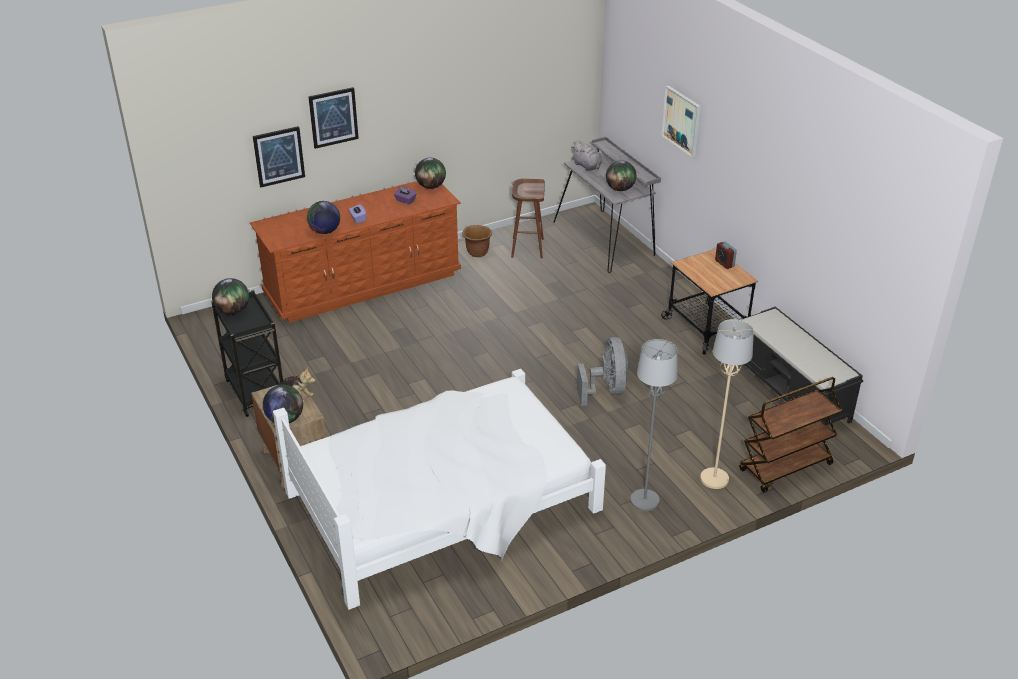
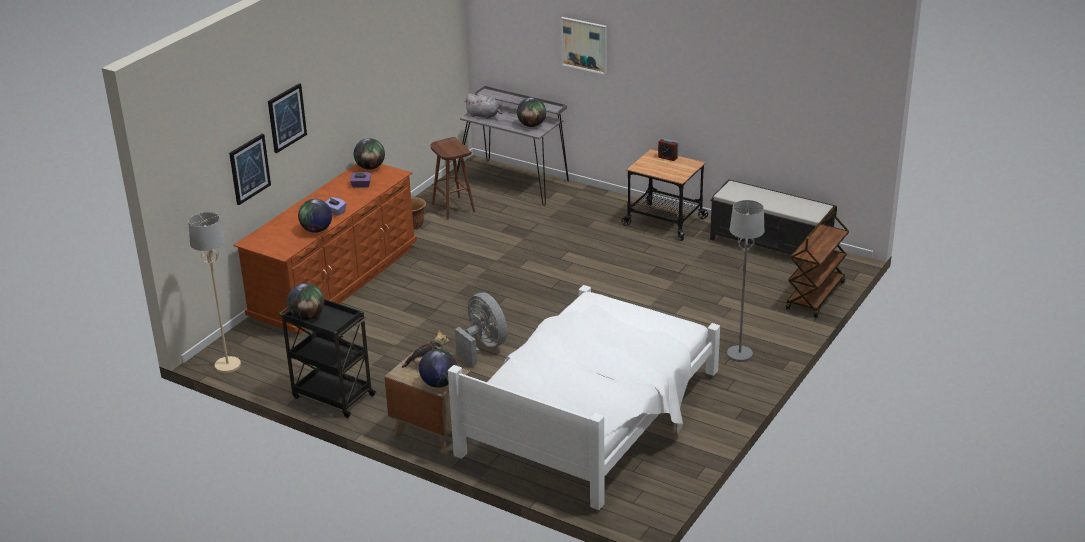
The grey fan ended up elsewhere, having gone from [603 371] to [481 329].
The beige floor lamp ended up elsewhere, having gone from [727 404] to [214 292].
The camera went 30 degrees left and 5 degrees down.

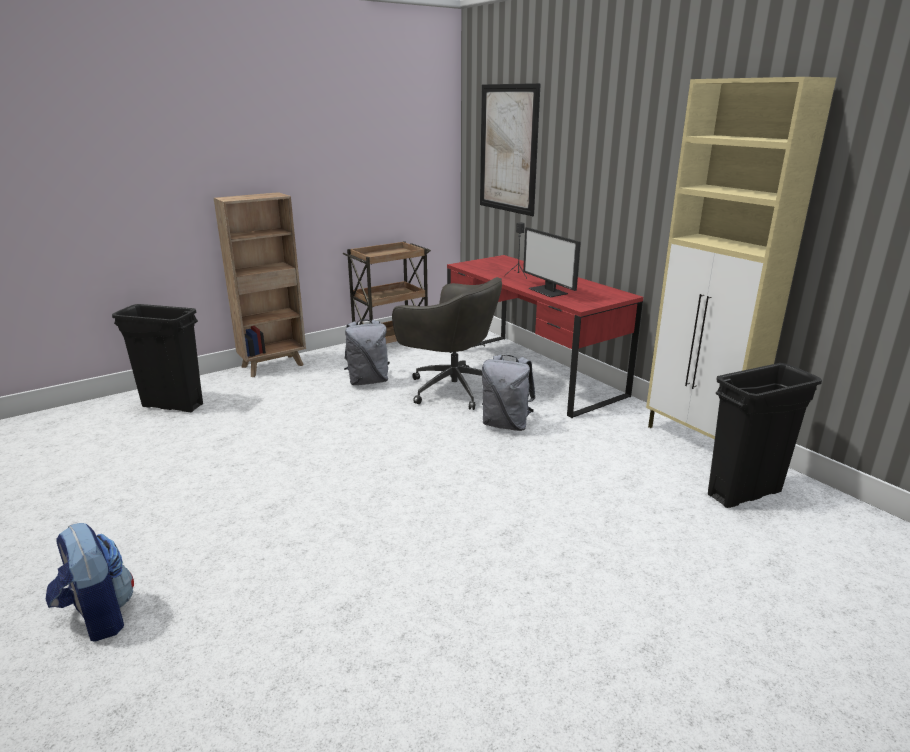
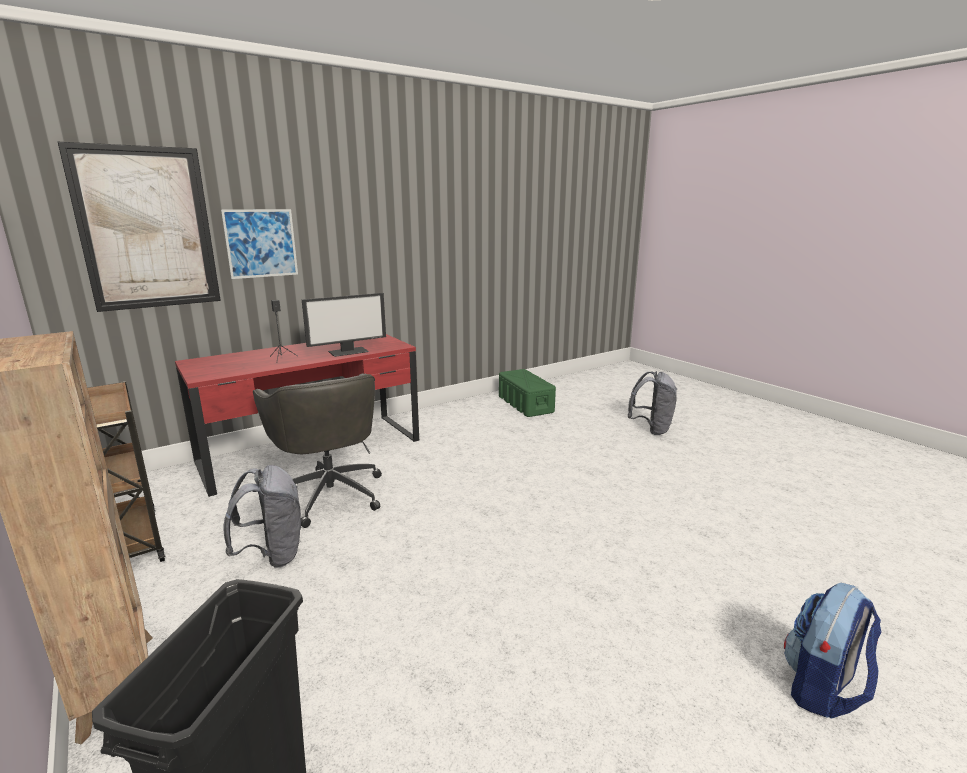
The grey office chair at [447 343] ended up facing another way, 120 degrees clockwise from before.
The grey backpack ended up elsewhere, having gone from [508 393] to [652 403].
The second view lost the beige cabinet at [741 258].
Where the black trash can stood at [765 435], the green storage box came to stand at [527 393].
The second view gained the picture at [259 244].
The camera went 90 degrees left and 5 degrees down.

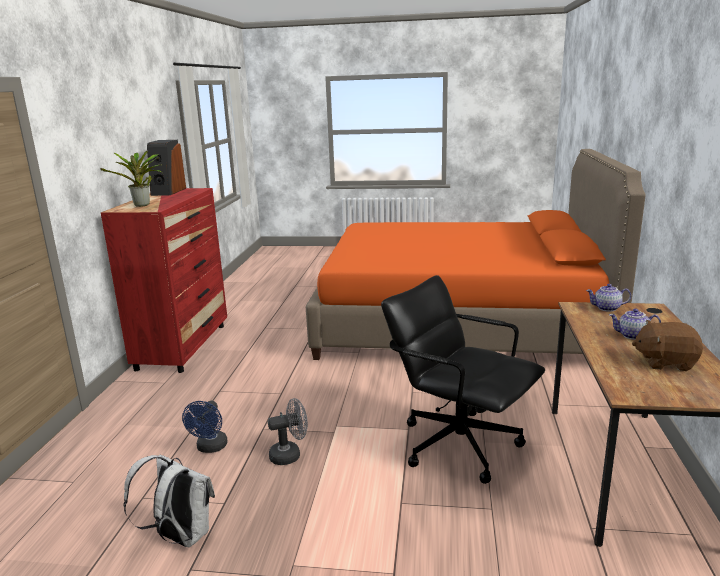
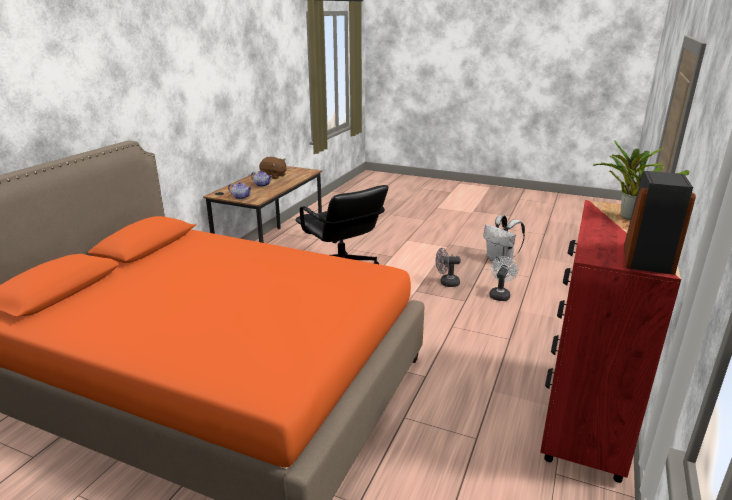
What was the blue fan at [205 427] turned into the white fan at [503 278].
The camera went 165 degrees left and 5 degrees up.

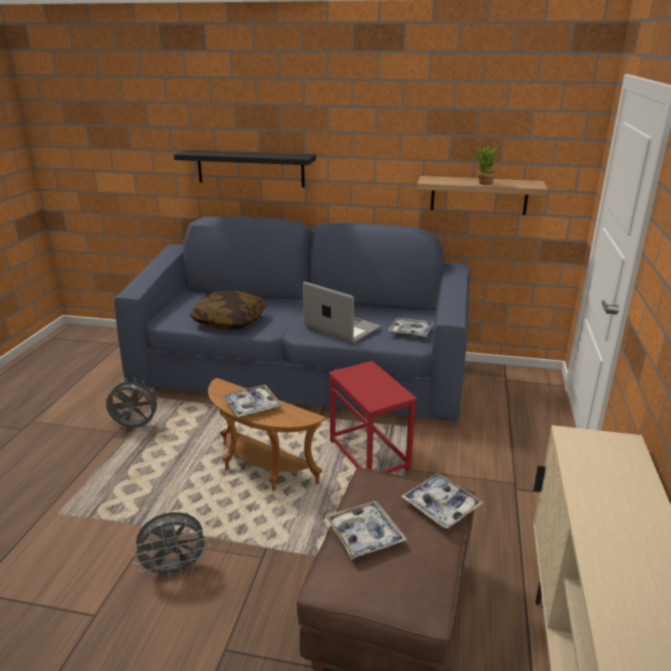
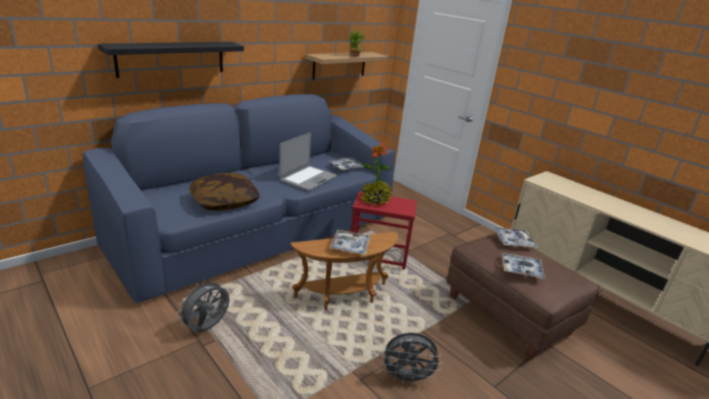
The grey fan at [170 545] ended up facing another way, 75 degrees clockwise from before.
The laptop at [341 312] ended up facing another way, 135 degrees clockwise from before.
The second view gained the potted plant at [376 173].
The camera went 55 degrees left and 0 degrees up.

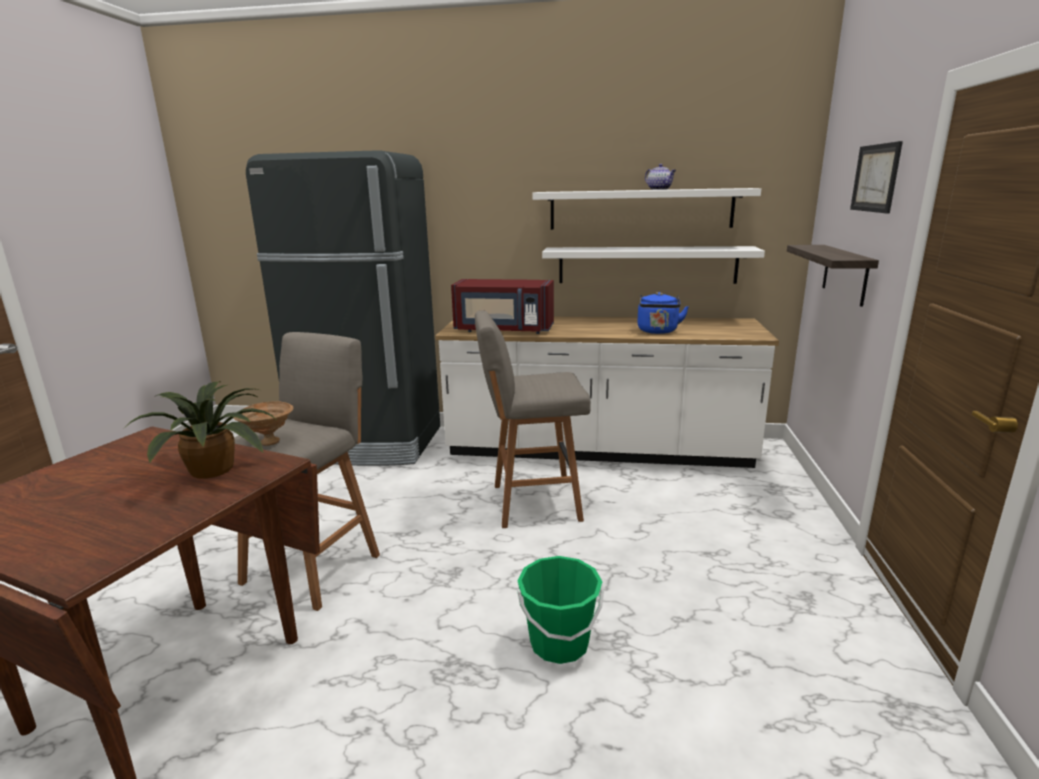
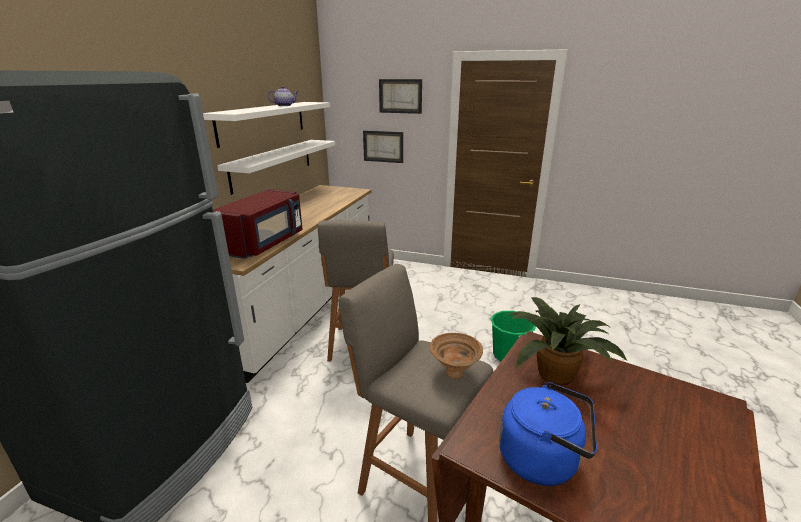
The blue kettle ended up elsewhere, having gone from [663 313] to [548 434].
Where the shelf hung at [833 276], the picture came to hang at [383 147].
The camera went 80 degrees left and 5 degrees up.

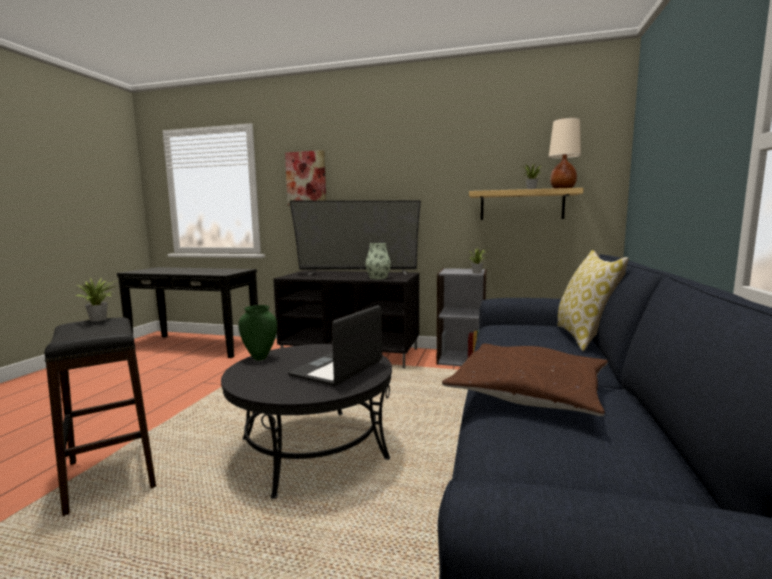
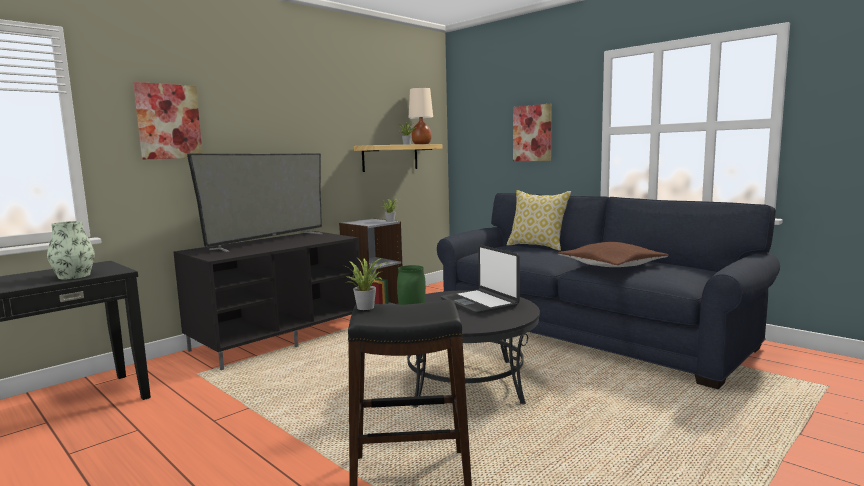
The vase ended up elsewhere, having gone from [378 261] to [71 250].
The second view gained the picture at [532 132].
The camera went 60 degrees left and 0 degrees up.

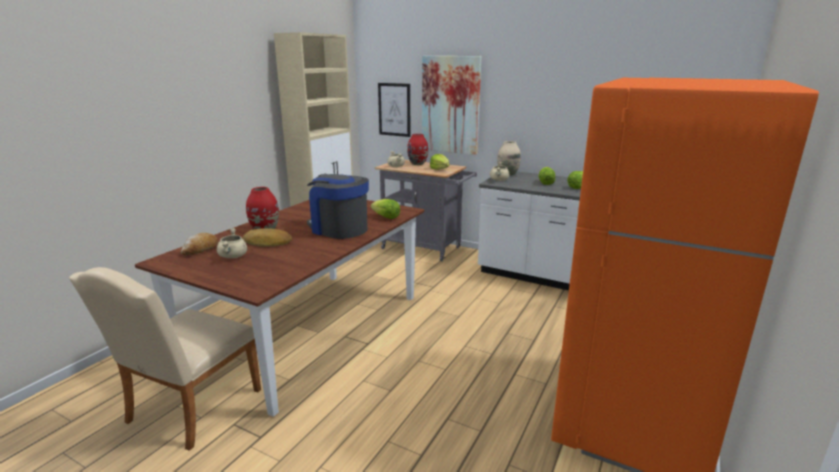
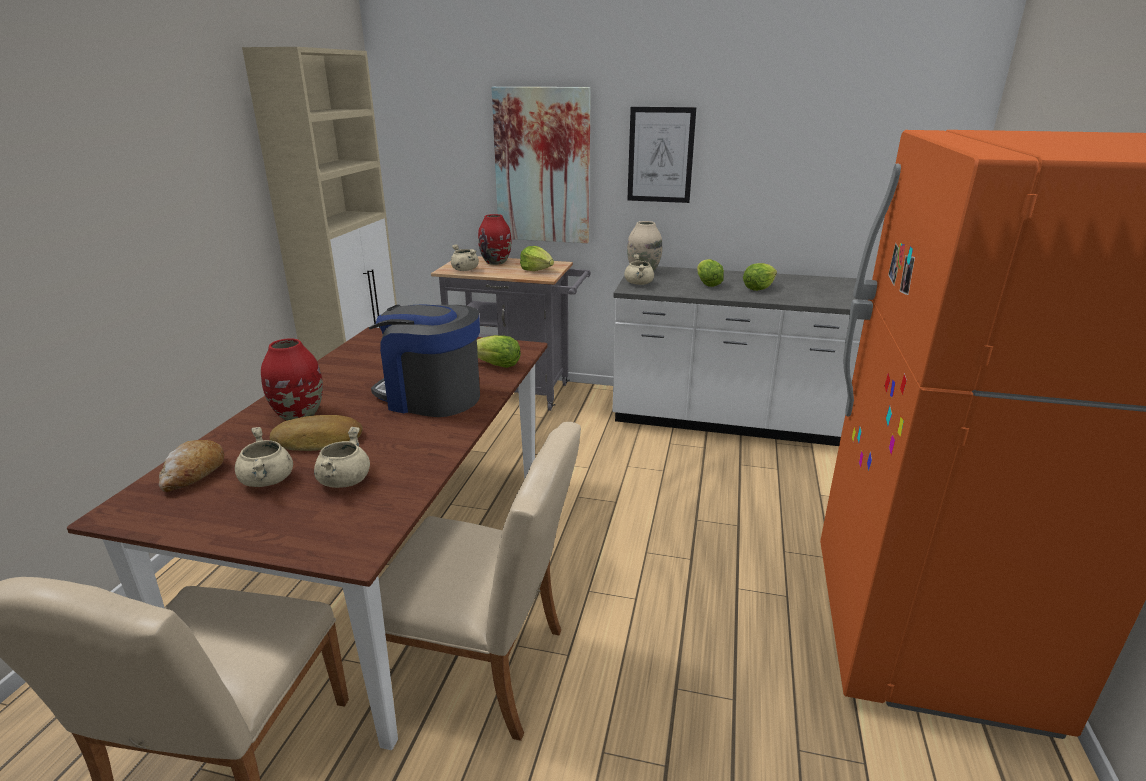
The picture ended up elsewhere, having gone from [394 110] to [661 155].
The second view gained the beige cooking pot at [342 457].
The second view gained the beige chair at [480 581].
The camera went 15 degrees left and 5 degrees up.

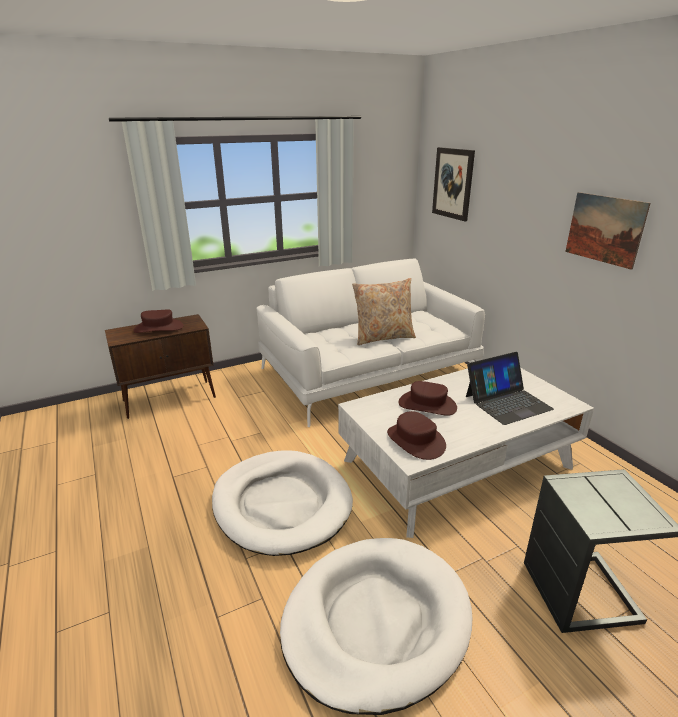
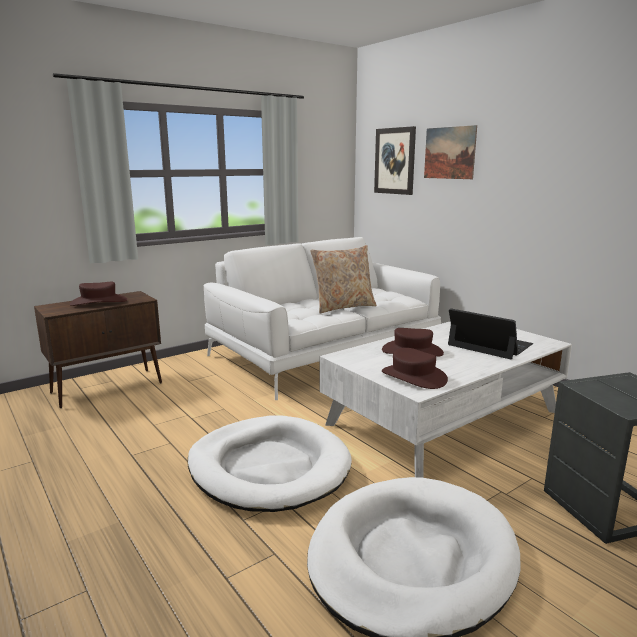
The laptop at [510 388] ended up facing another way, 105 degrees counterclockwise from before.
The picture ended up elsewhere, having gone from [607 231] to [450 152].
The camera went 10 degrees left and 10 degrees down.

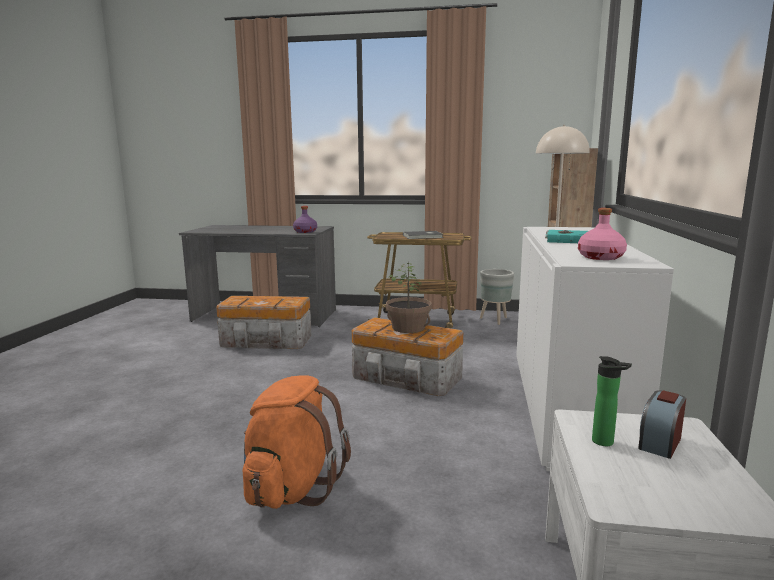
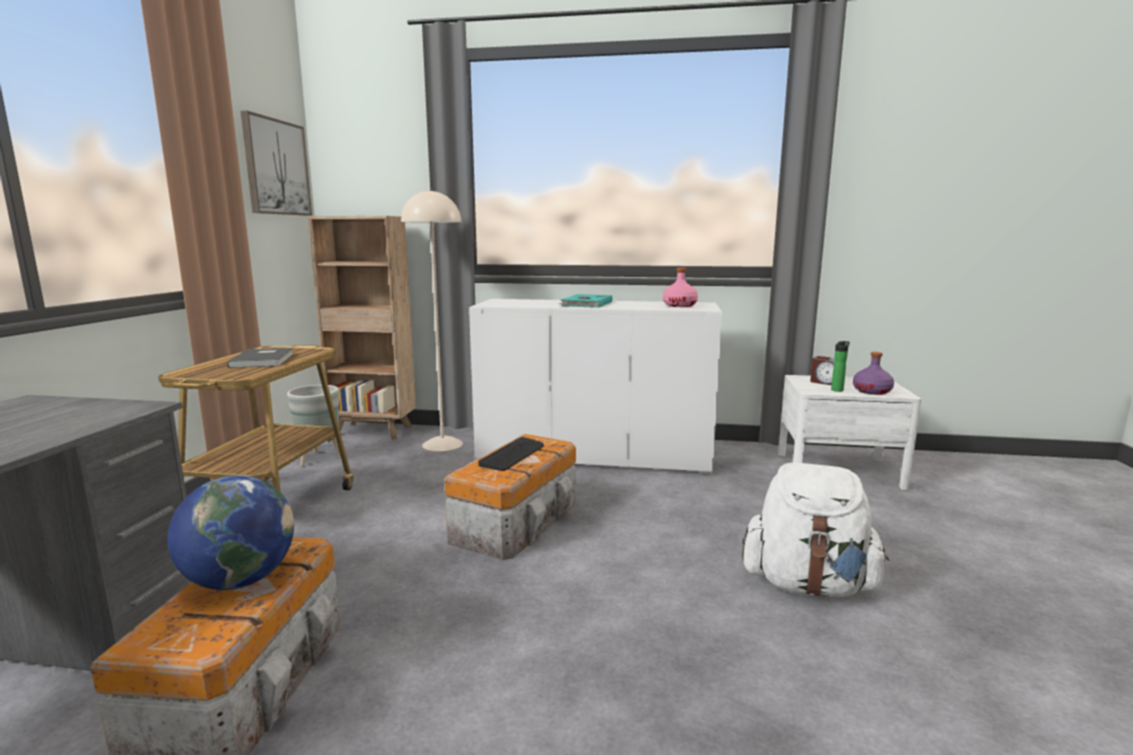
What was the orange backpack at [297 442] turned into the white backpack at [815 530].
The purple bottle ended up elsewhere, having gone from [305 219] to [873 373].
Where the potted plant stood at [409 297], the keyboard came to stand at [511 454].
The second view gained the globe at [230 532].
The second view gained the picture at [276 163].
The camera went 90 degrees left and 0 degrees up.

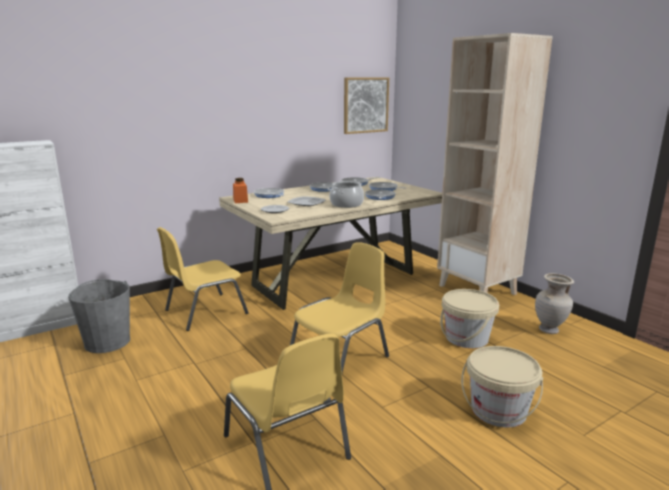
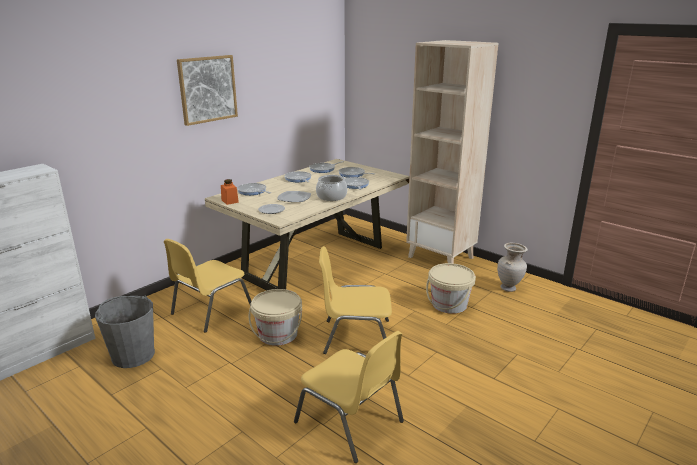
The yellow chair at [339 307] ended up facing another way, 120 degrees counterclockwise from before.
The picture ended up elsewhere, having gone from [366 106] to [207 90].
The beige bucket ended up elsewhere, having gone from [502 387] to [275 317].
The camera went 15 degrees left and 5 degrees up.

